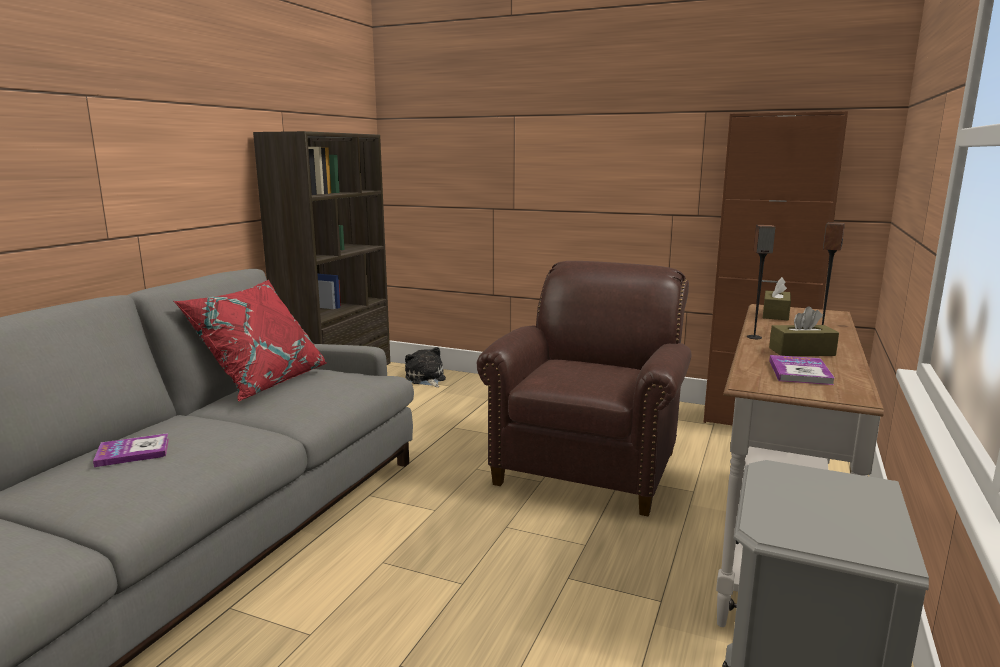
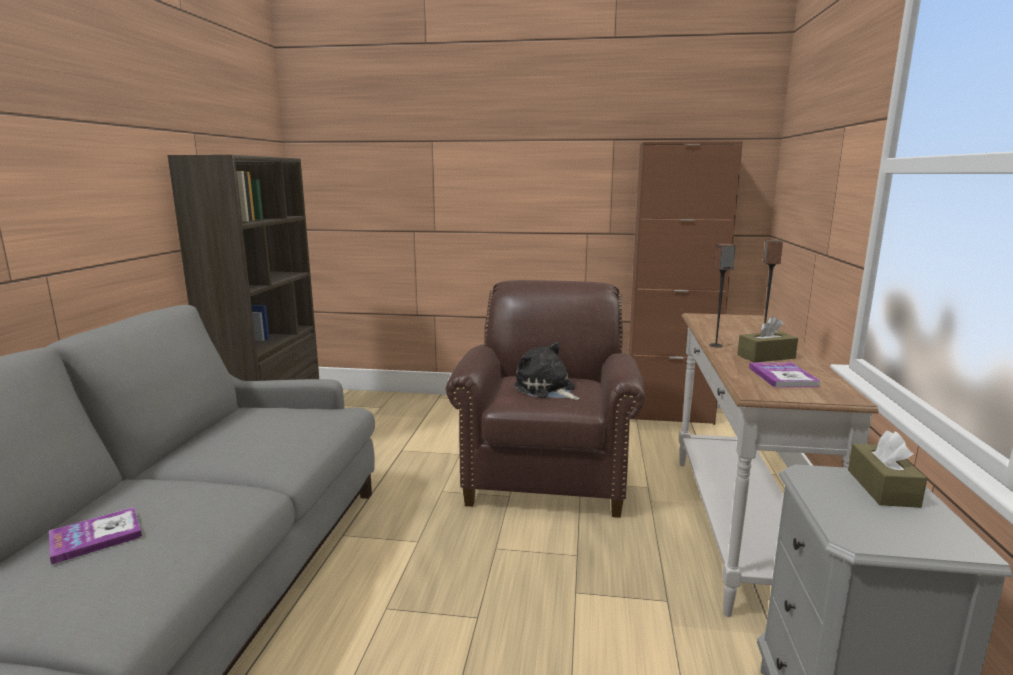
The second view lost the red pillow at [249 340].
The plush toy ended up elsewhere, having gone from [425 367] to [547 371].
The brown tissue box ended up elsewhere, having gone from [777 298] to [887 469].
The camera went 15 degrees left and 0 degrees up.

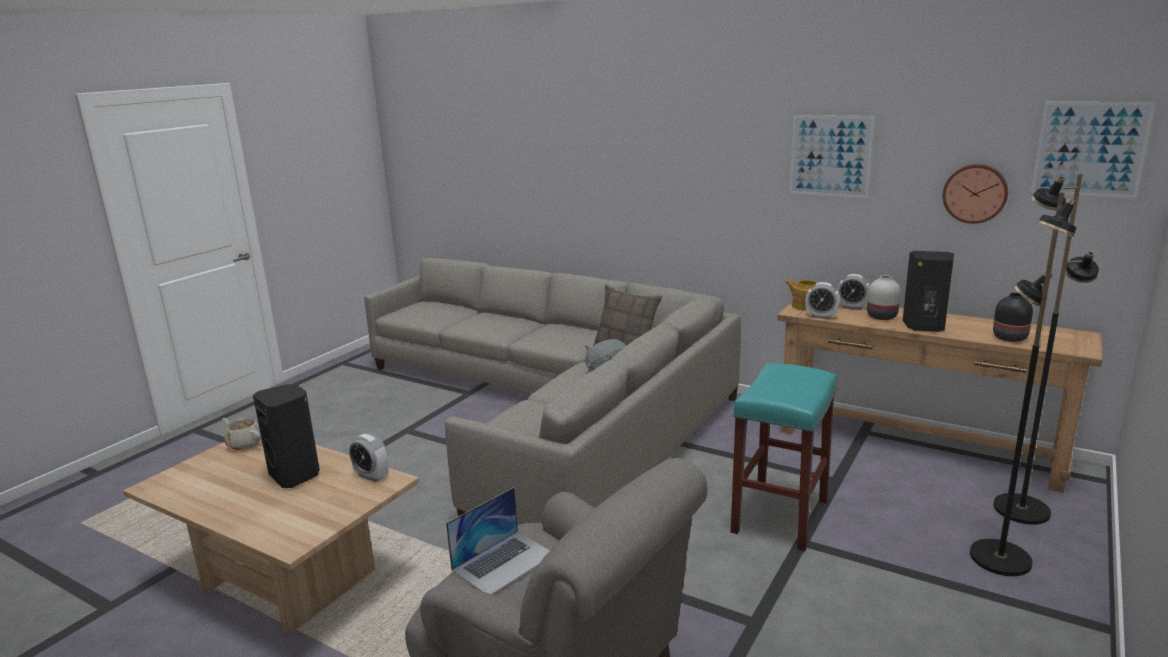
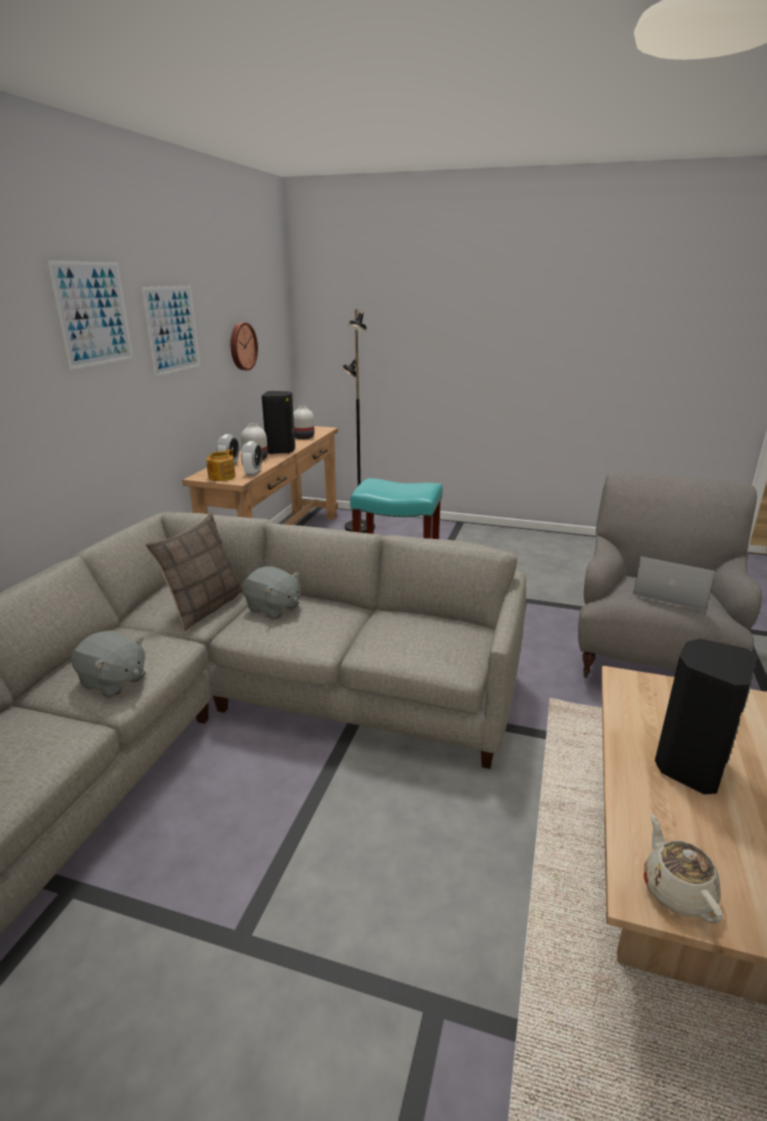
The beige teapot at [241 434] ended up facing another way, 150 degrees clockwise from before.
The second view lost the alarm clock at [369 458].
The second view lost the black floor lamp at [1023 384].
What was the black vase at [1013 317] turned into the white vase at [303 422].
The picture ended up elsewhere, having gone from [1093 150] to [90 315].
The second view gained the grey plush toy at [108 664].
The camera went 105 degrees left and 5 degrees up.

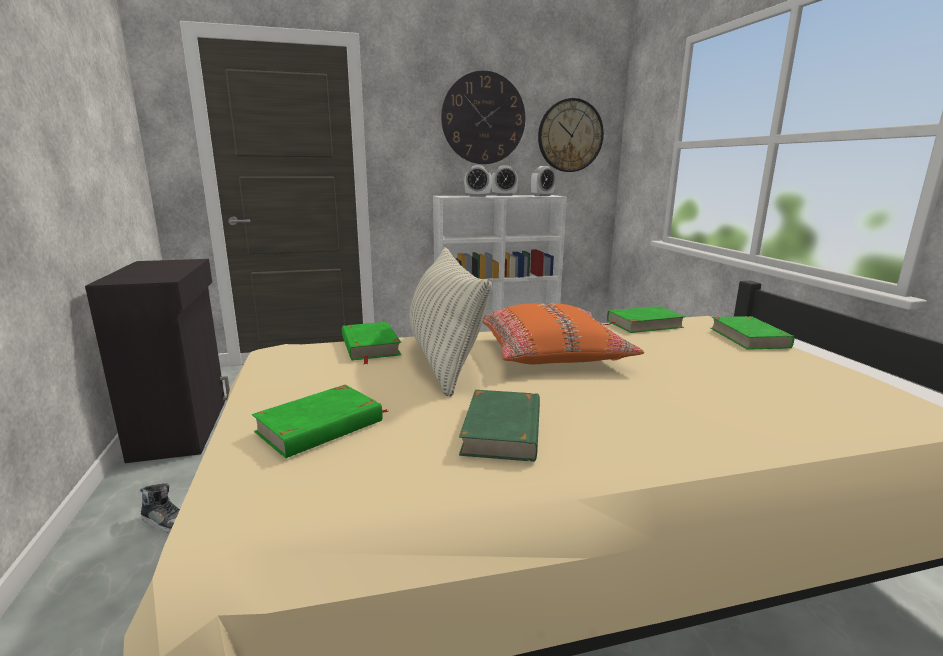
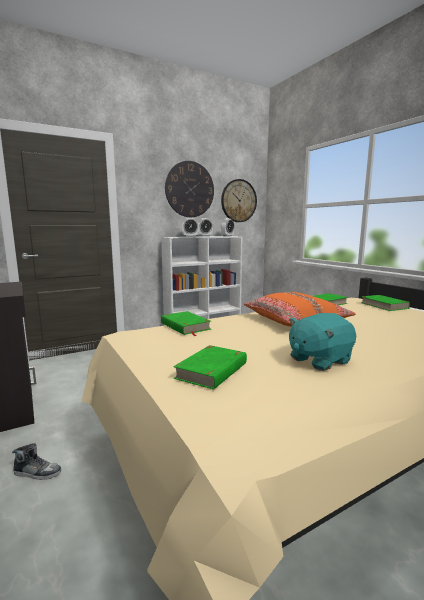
The second view lost the pillow at [450 321].
Where the green book stood at [499 426], the turquoise plush toy came to stand at [322 342].
The camera went 15 degrees left and 5 degrees down.

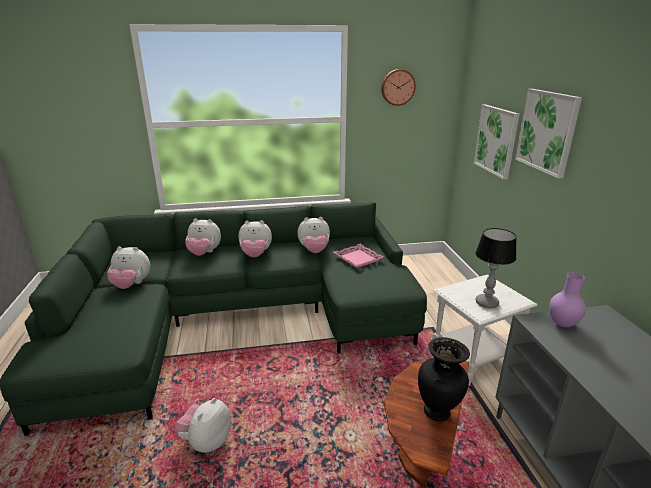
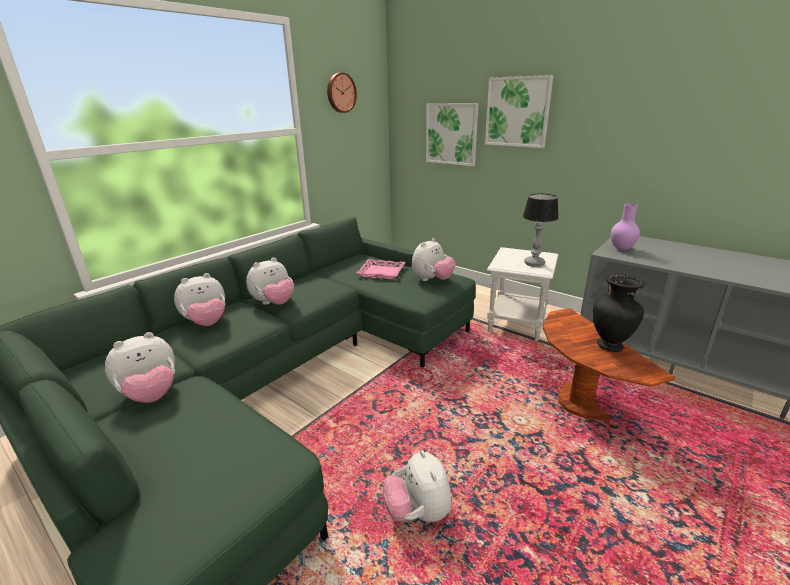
The plush toy ended up elsewhere, having gone from [313 235] to [433 259].
The camera went 40 degrees left and 0 degrees up.

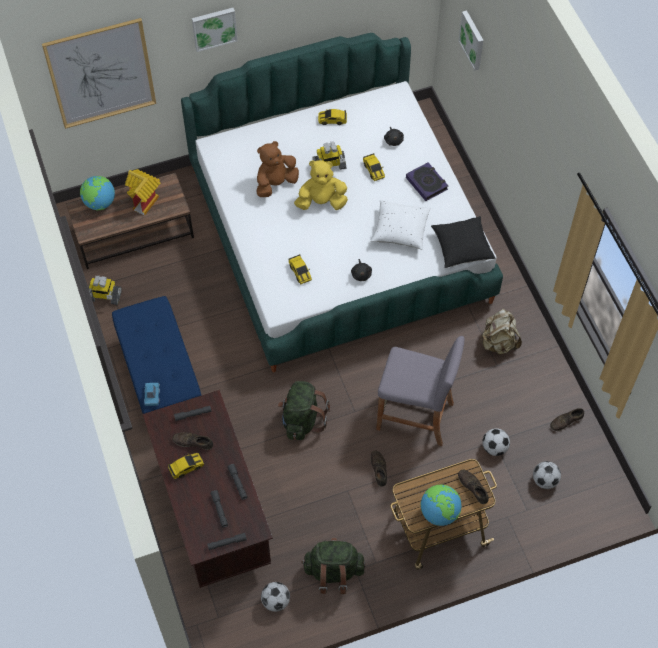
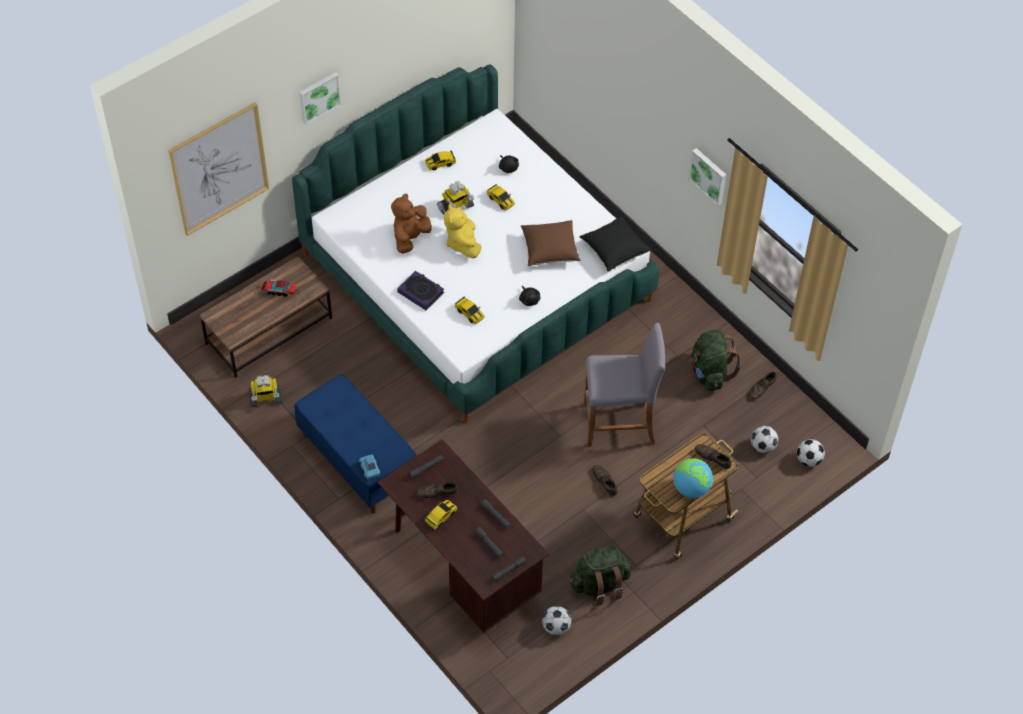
The second view lost the globe at [97 193].
Where the toy house stood at [142 192], the toy truck came to stand at [279 288].
The green backpack ended up elsewhere, having gone from [304 410] to [715 360].
The yellow plush toy at [321 185] ended up facing another way, 75 degrees counterclockwise from before.
What was the white pillow at [401 225] turned into the brown pillow at [550 243].
The book ended up elsewhere, having gone from [427 182] to [420 290].
The picture ended up elsewhere, having gone from [471 40] to [707 177].
The second view lost the beige backpack at [501 332].
The football ended up elsewhere, having gone from [496 442] to [811 453].
The camera went 20 degrees left and 5 degrees down.

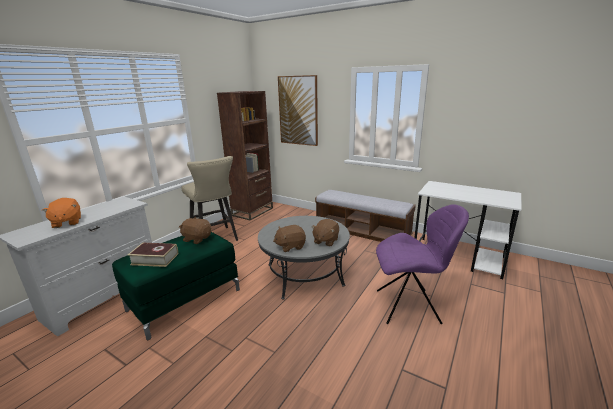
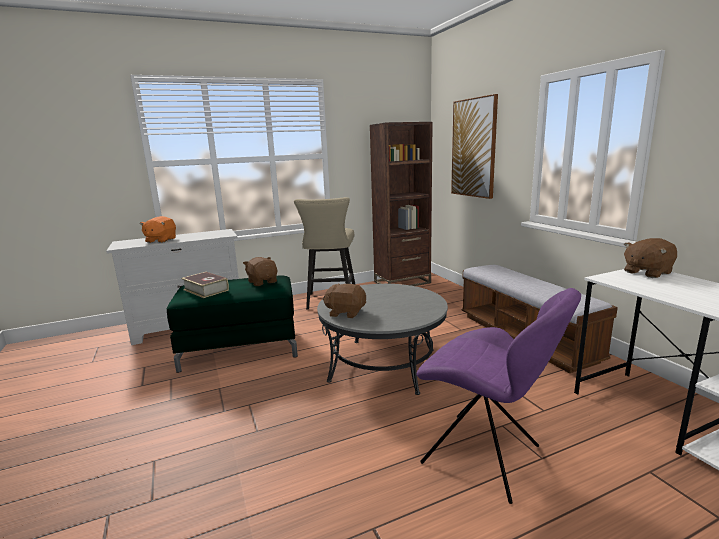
The brown plush toy ended up elsewhere, having gone from [325 232] to [650 258].
The camera went 35 degrees right and 5 degrees down.

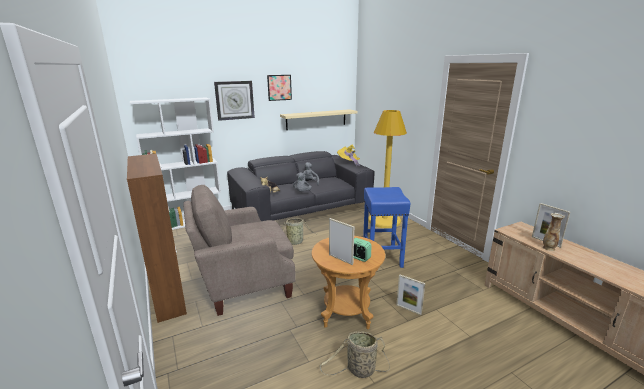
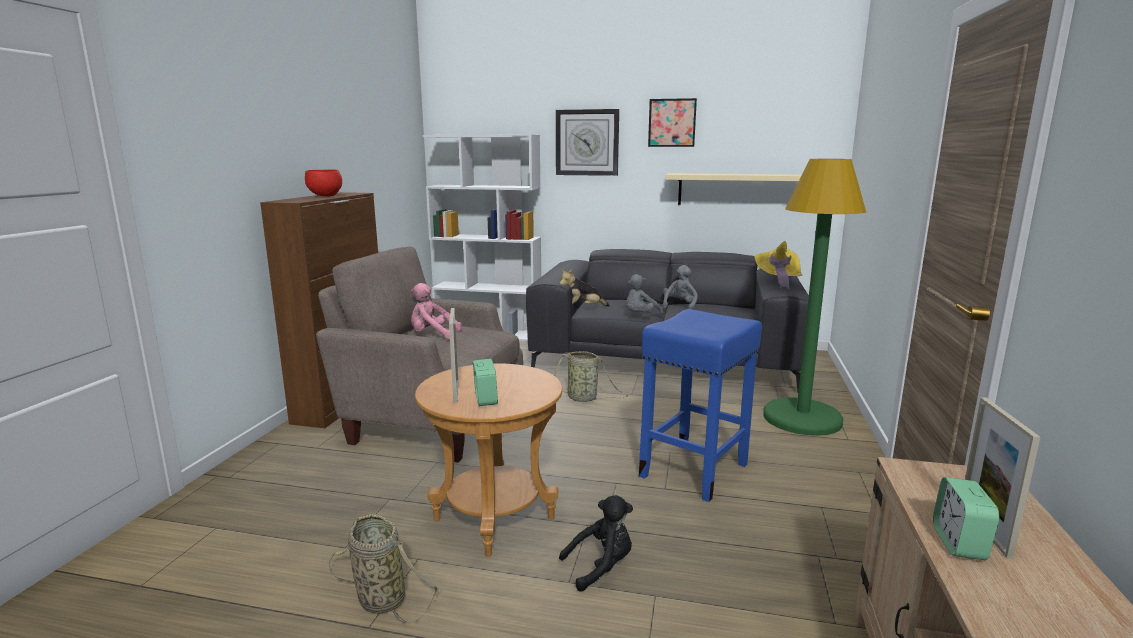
What was the yellow floor lamp at [387 169] turned into the green floor lamp at [814 297].
Where the picture frame stood at [410 294], the black plush toy came to stand at [596 543].
Where the vase stood at [554 232], the alarm clock came to stand at [966 518].
The second view gained the red bowl at [323 182].
The second view gained the pink plush toy at [436 311].
The camera went 40 degrees right and 5 degrees down.

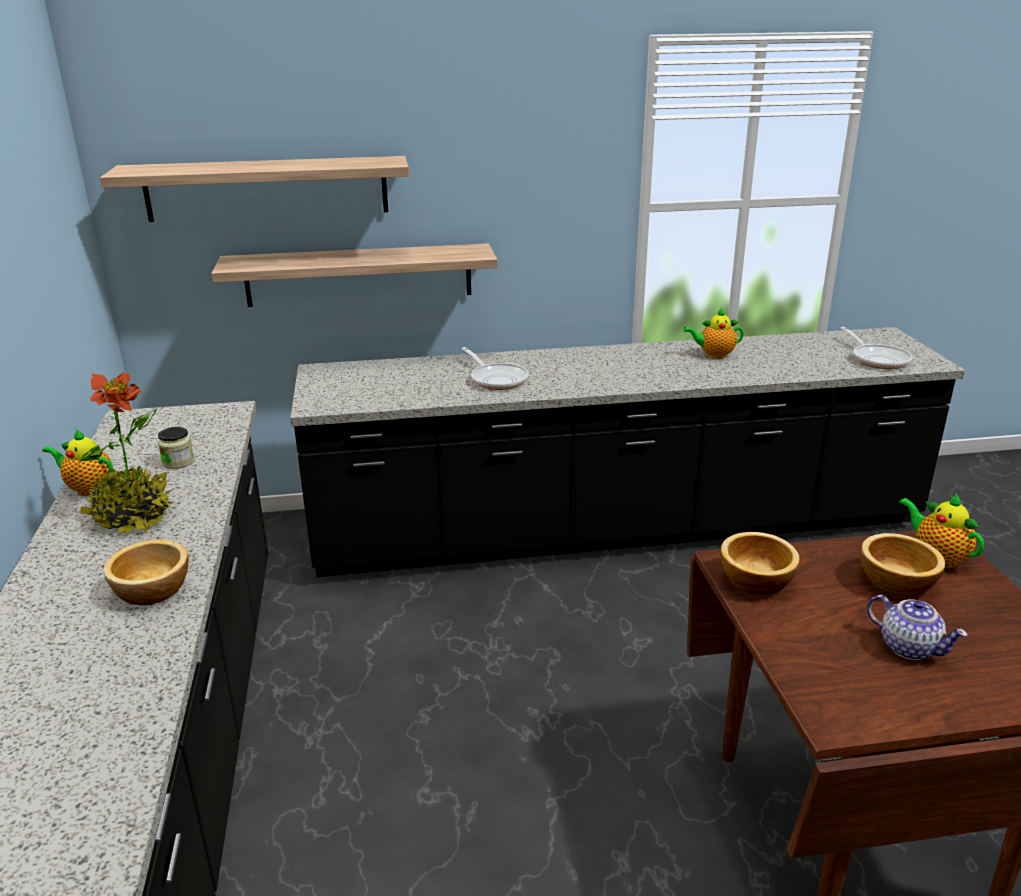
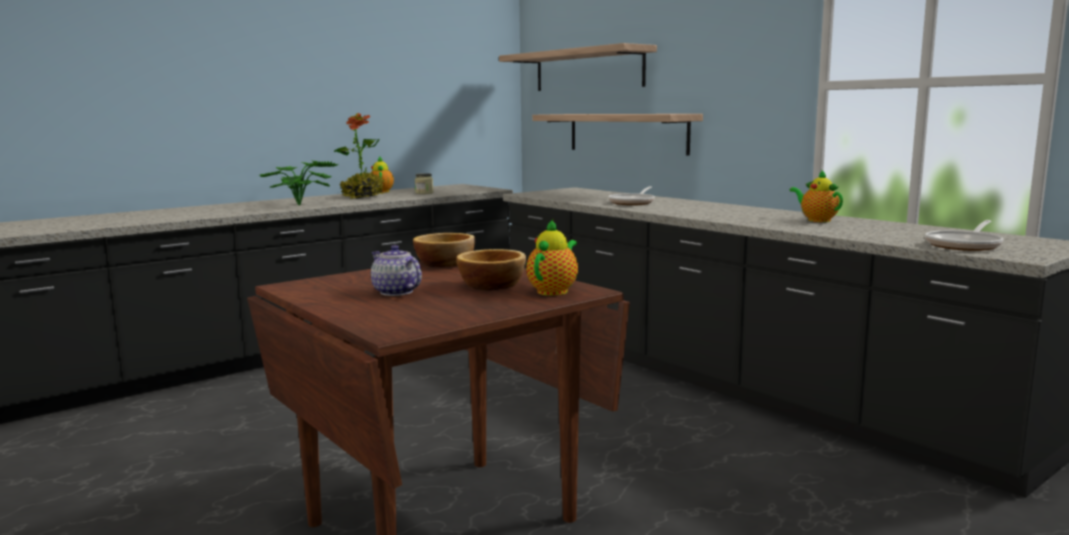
Where the bowl stood at [146 572], the potted plant came to stand at [299 183].
The teapot at [917 627] ended up facing another way, 120 degrees clockwise from before.
The camera went 60 degrees right and 15 degrees down.

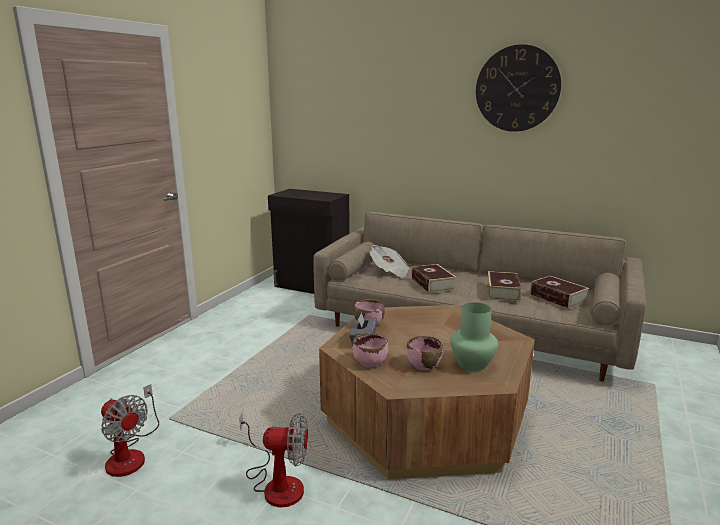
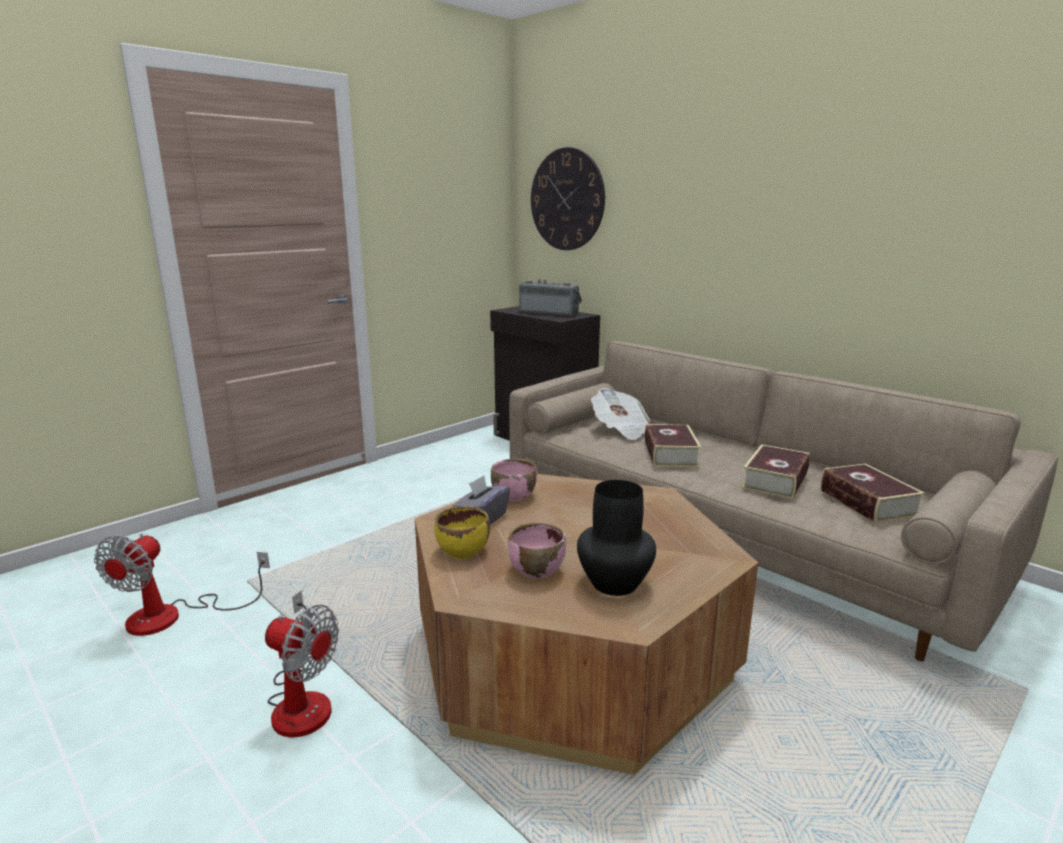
The fan at [130 430] ended up facing another way, 45 degrees clockwise from before.
What was the pink bowl at [370 350] turned into the yellow bowl at [462 532].
What was the green vase at [474 336] turned into the black vase at [616 538].
The wall clock ended up elsewhere, having gone from [518 88] to [568 198].
The second view gained the radio at [550 297].
The camera went 20 degrees right and 0 degrees up.

